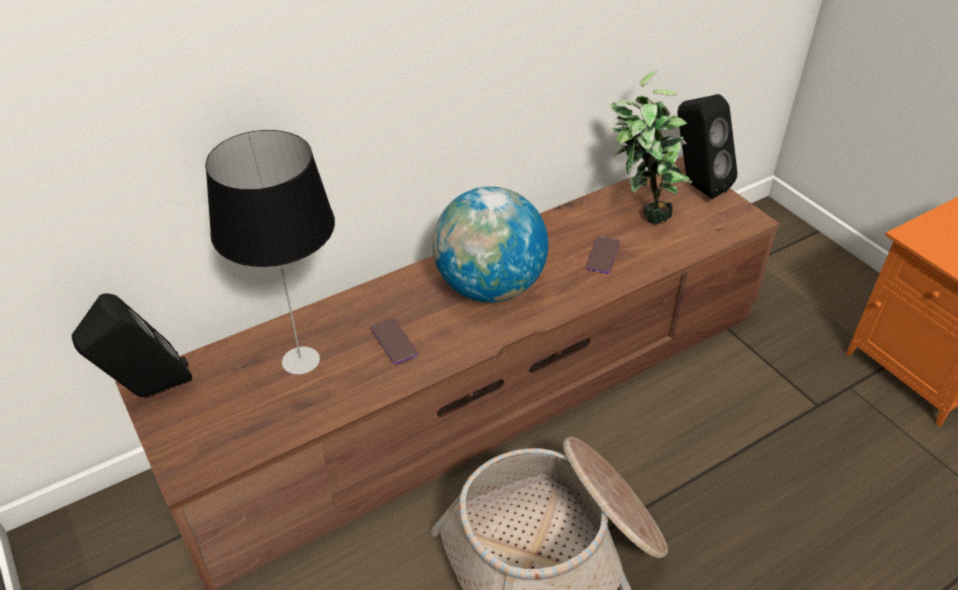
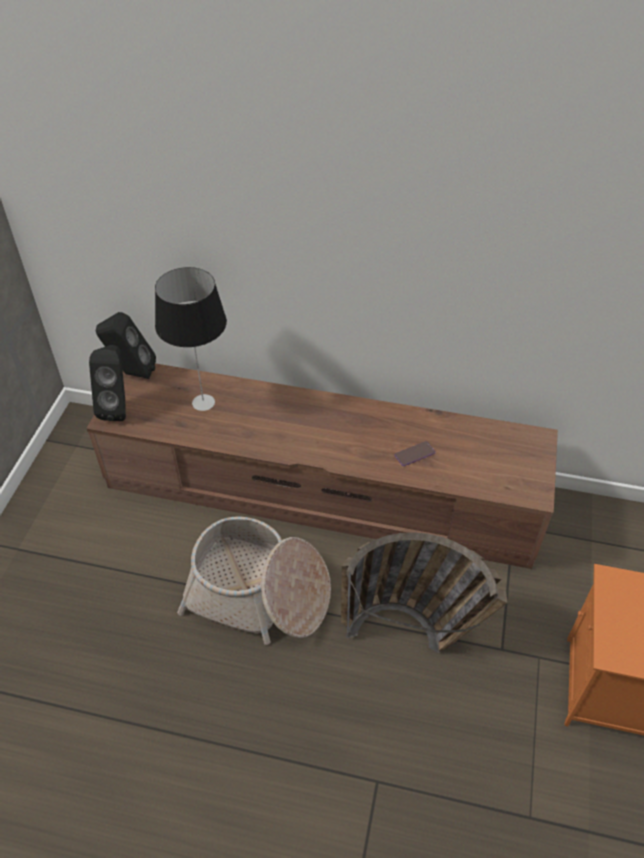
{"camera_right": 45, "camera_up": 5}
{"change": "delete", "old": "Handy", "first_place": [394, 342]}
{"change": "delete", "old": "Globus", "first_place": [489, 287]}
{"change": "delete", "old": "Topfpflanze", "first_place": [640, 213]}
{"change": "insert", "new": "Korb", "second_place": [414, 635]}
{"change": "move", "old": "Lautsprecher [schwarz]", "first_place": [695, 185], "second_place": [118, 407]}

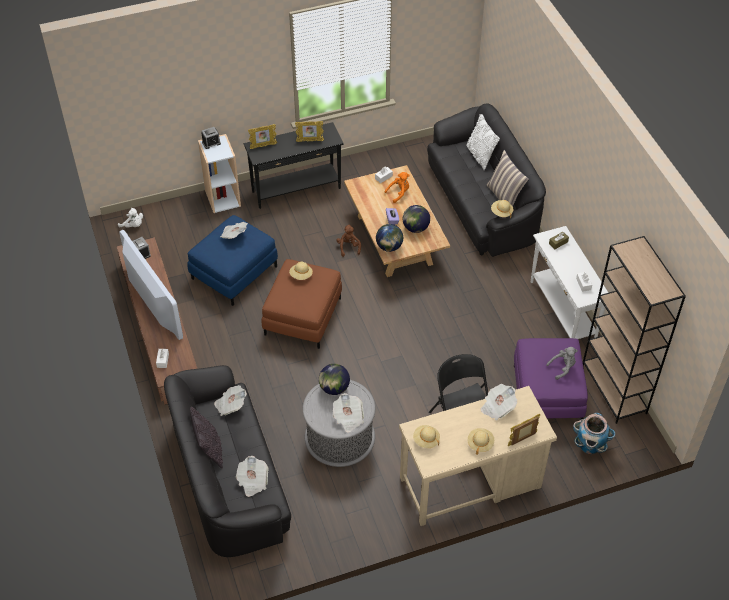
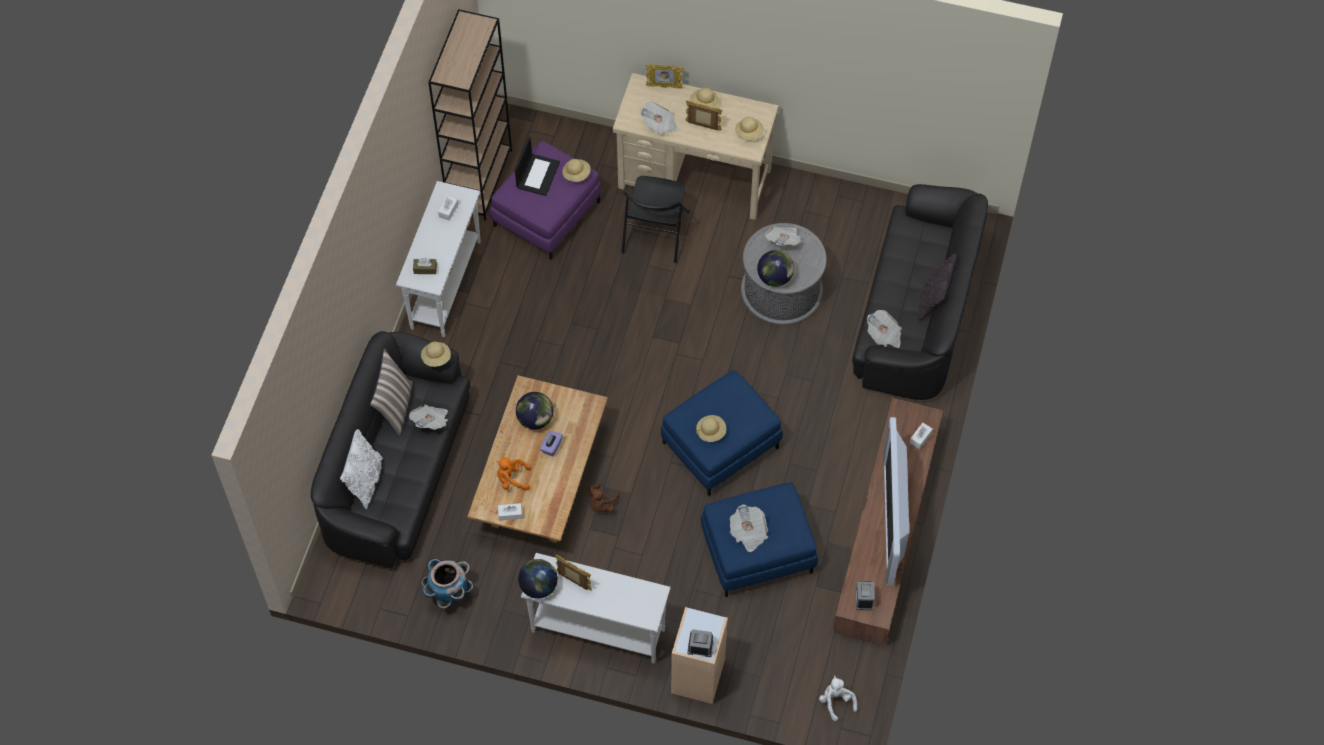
{"camera_right": -145, "camera_up": 10}
{"change": "insert", "new": "Hut [beige]", "second_place": [576, 174]}
{"change": "move", "old": "Zeitung", "first_place": [252, 481], "second_place": [431, 422]}
{"change": "move", "old": "Bilderrahmen", "first_place": [263, 146], "second_place": [703, 126]}
{"change": "move", "old": "Globus", "first_place": [389, 247], "second_place": [539, 586]}
{"change": "move", "old": "Pflanzkübel", "first_place": [589, 446], "second_place": [449, 594]}
{"change": "replace", "old": "Plüschtier [grau]", "new": "Laptop", "first_place": [562, 367], "second_place": [537, 174]}
{"change": "recolor", "old": "Konsolentisch [schwarz]", "new": "Konsolentisch [weiß]", "first_place": [296, 189], "second_place": [597, 631]}
{"change": "recolor", "old": "Polsterhocker [braun]", "new": "Polsterhocker [blau]", "first_place": [302, 316], "second_place": [720, 445]}

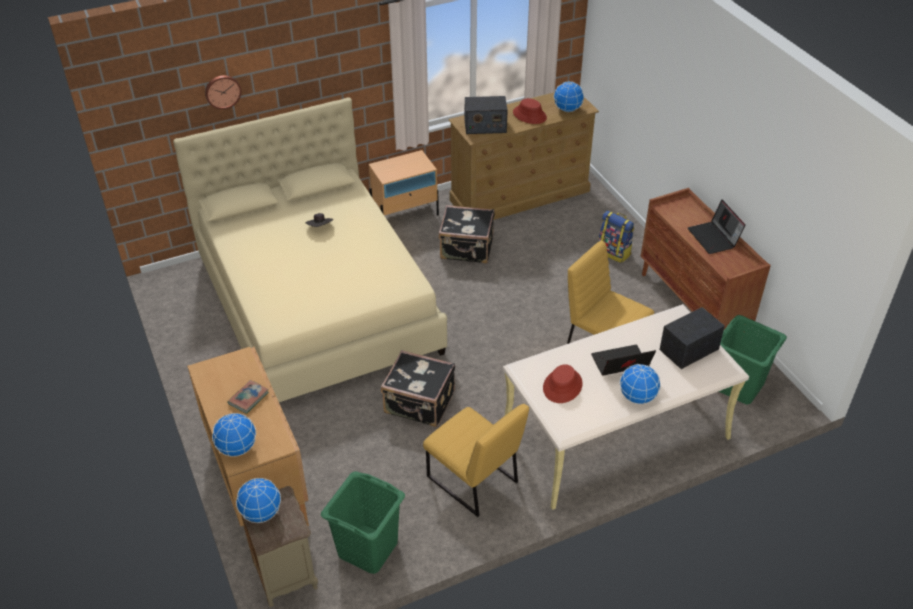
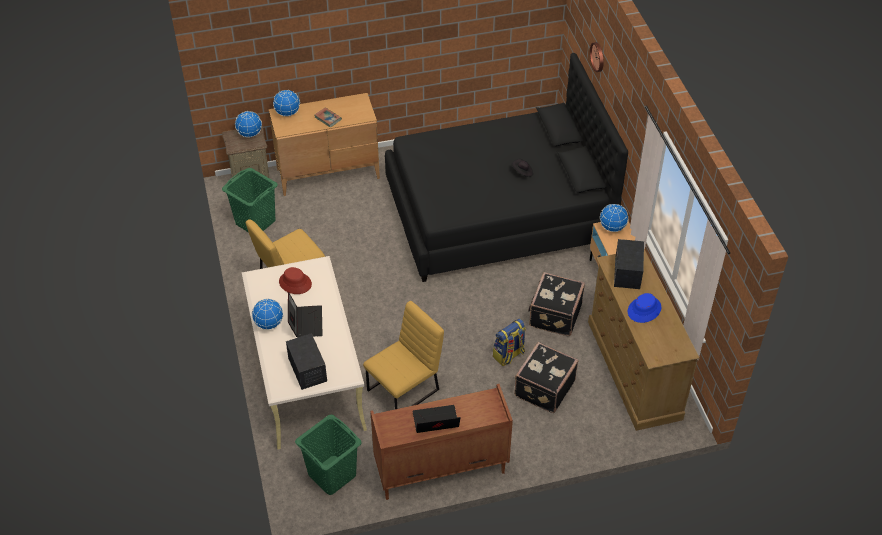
{"camera_right": 100, "camera_up": 5}
{"change": "move", "old": "Koffer [schwarz]", "first_place": [419, 404], "second_place": [543, 388]}
{"change": "move", "old": "Globus", "first_place": [567, 109], "second_place": [612, 227]}
{"change": "move", "old": "Rucksack", "first_place": [614, 252], "second_place": [509, 355]}
{"change": "recolor", "old": "Bett [beige]", "new": "Bett [schwarz]", "first_place": [318, 304], "second_place": [498, 212]}
{"change": "recolor", "old": "Hut [rot]", "new": "Hut [blau]", "first_place": [529, 115], "second_place": [644, 310]}

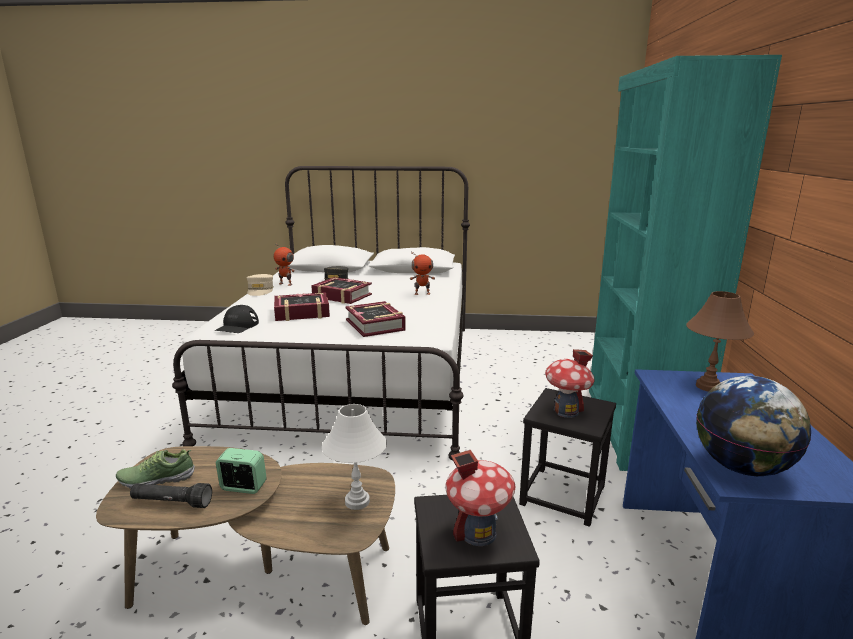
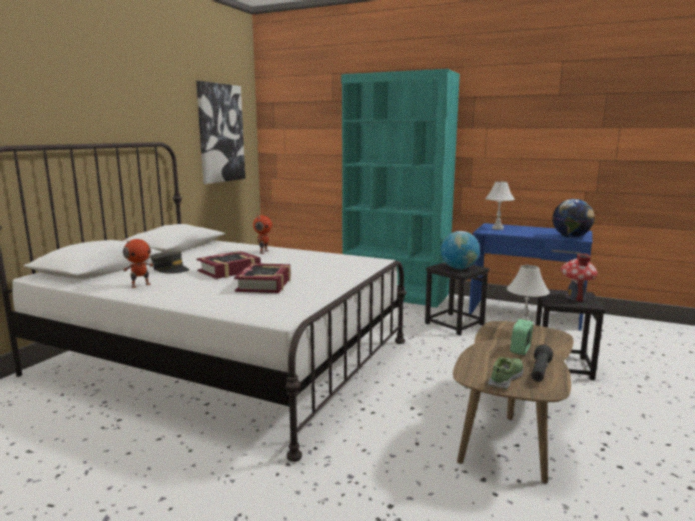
{"camera_right": -70, "camera_up": -5}
{"change": "delete", "old": "Kappe [schwarz]", "first_place": [237, 326]}
{"change": "delete", "old": "Kappe [beige]", "first_place": [260, 290]}
{"change": "delete", "old": "Buch", "first_place": [375, 325]}
{"change": "insert", "new": "Bild", "second_place": [220, 133]}
{"change": "replace", "old": "Spielzeughaus", "new": "Globus", "first_place": [566, 411], "second_place": [459, 268]}
{"change": "recolor", "old": "Tischlampe [braun]", "new": "Tischlampe [weiß]", "first_place": [708, 387], "second_place": [498, 228]}
{"change": "rotate", "old": "Schuh", "first_place": [157, 479], "second_place": [506, 378], "degrees": -150}

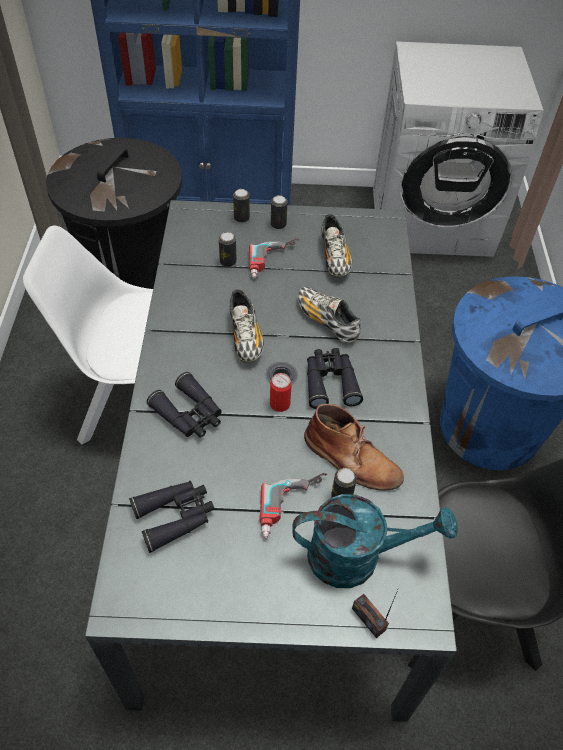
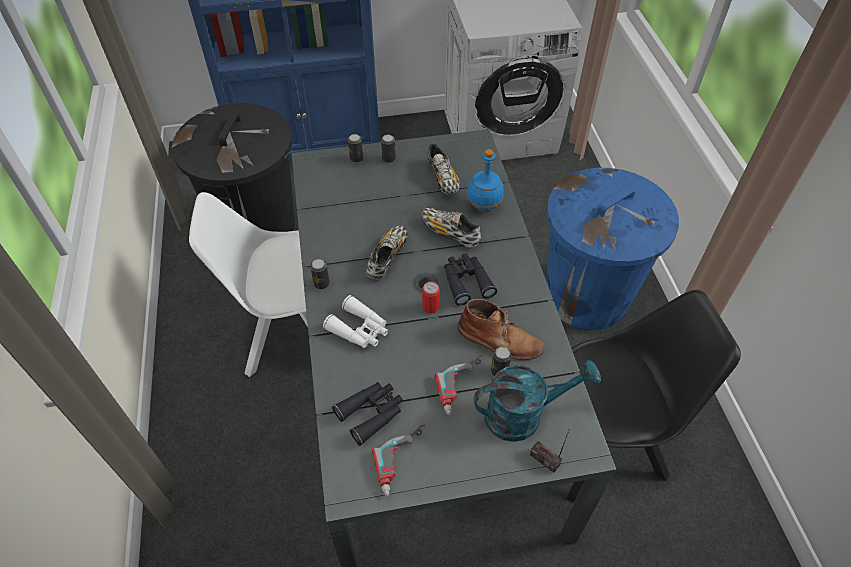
{"camera_right": -10, "camera_up": 0}
{"change": "insert", "new": "Flasche [blau]", "second_place": [483, 206]}
{"change": "move", "old": "Dose", "first_place": [228, 262], "second_place": [321, 283]}
{"change": "move", "old": "Bohrmaschine", "first_place": [275, 262], "second_place": [404, 462]}
{"change": "recolor", "old": "Fernglas [schwarz]", "new": "Fernglas [weiß]", "first_place": [189, 414], "second_place": [359, 329]}
{"change": "rotate", "old": "Schuh", "first_place": [245, 336], "second_place": [387, 257], "degrees": -135}

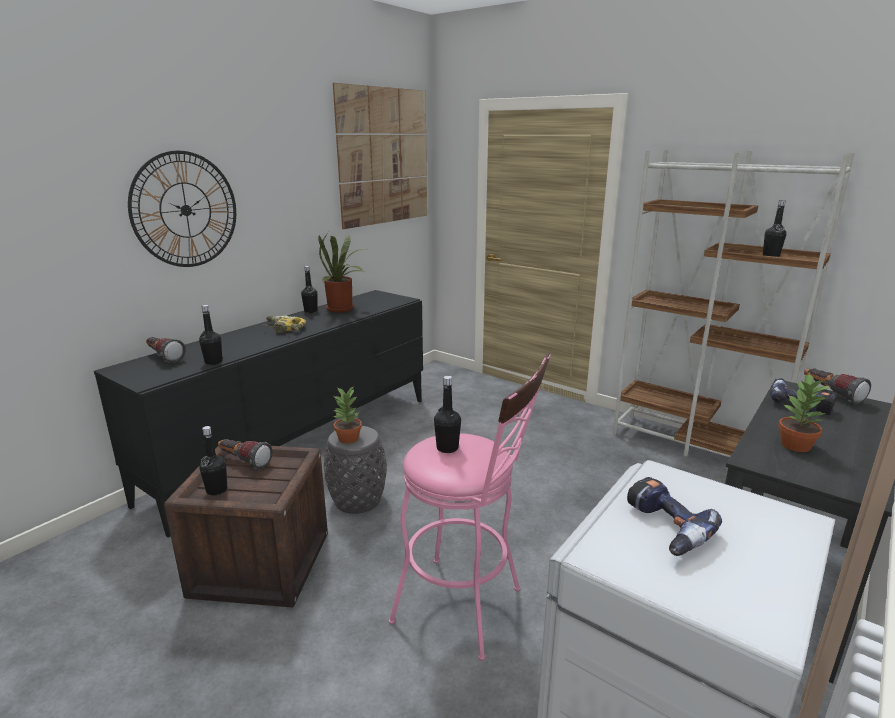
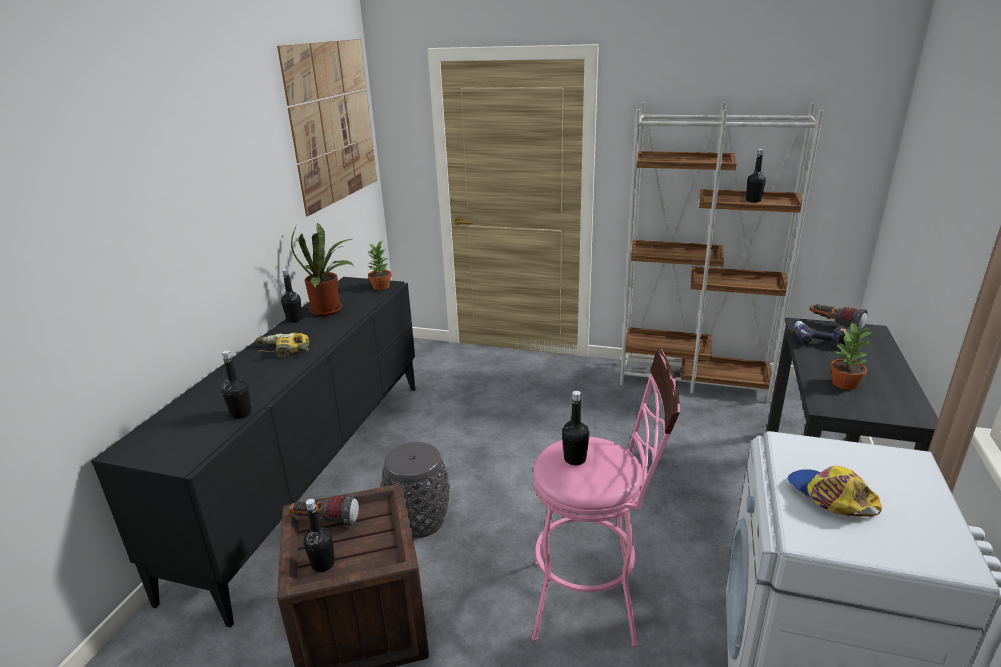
{"camera_right": -20, "camera_up": 5}
{"change": "delete", "old": "Wanduhr", "first_place": [185, 210]}
{"change": "delete", "old": "Taschenlampe", "first_place": [164, 357]}
{"change": "move", "old": "Topfpflanze", "first_place": [349, 439], "second_place": [381, 287]}
{"change": "replace", "old": "Bohrmaschine", "new": "Kappe", "first_place": [663, 528], "second_place": [829, 497]}

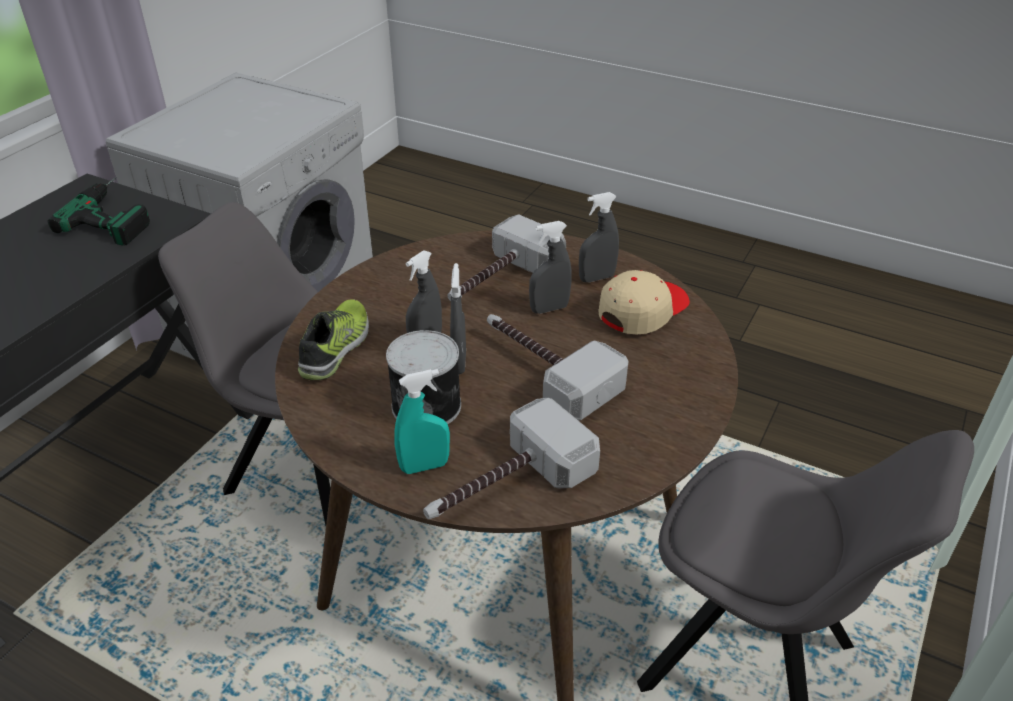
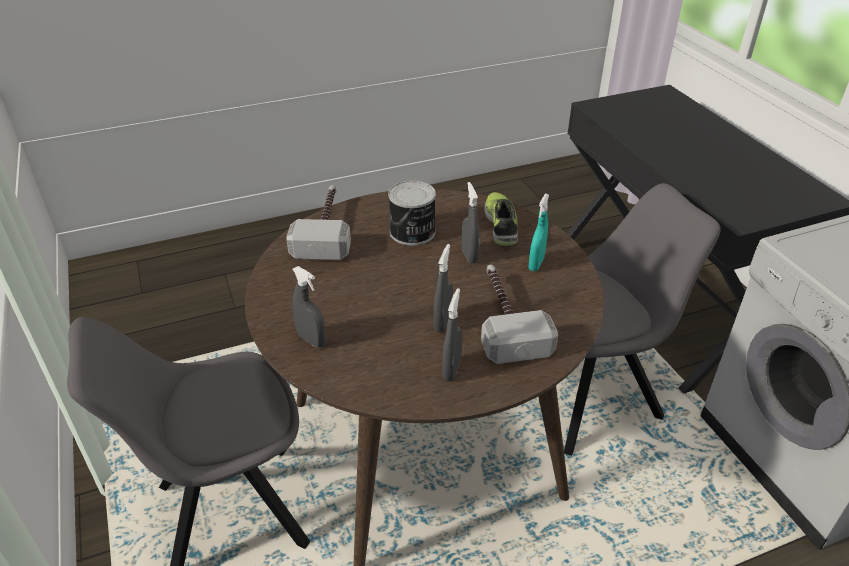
{"camera_right": 130, "camera_up": 0}
{"change": "delete", "old": "Bohrmaschine", "first_place": [116, 214]}
{"change": "delete", "old": "Hammer", "first_place": [544, 369]}
{"change": "delete", "old": "Kappe [beige]", "first_place": [642, 310]}
{"change": "move", "old": "Sprühflasche [türkis]", "first_place": [424, 466], "second_place": [536, 264]}
{"change": "move", "old": "Sprühflasche [grau]", "first_place": [459, 362], "second_place": [311, 340]}
{"change": "rotate", "old": "Schuh", "first_place": [337, 347], "second_place": [502, 225], "degrees": -150}

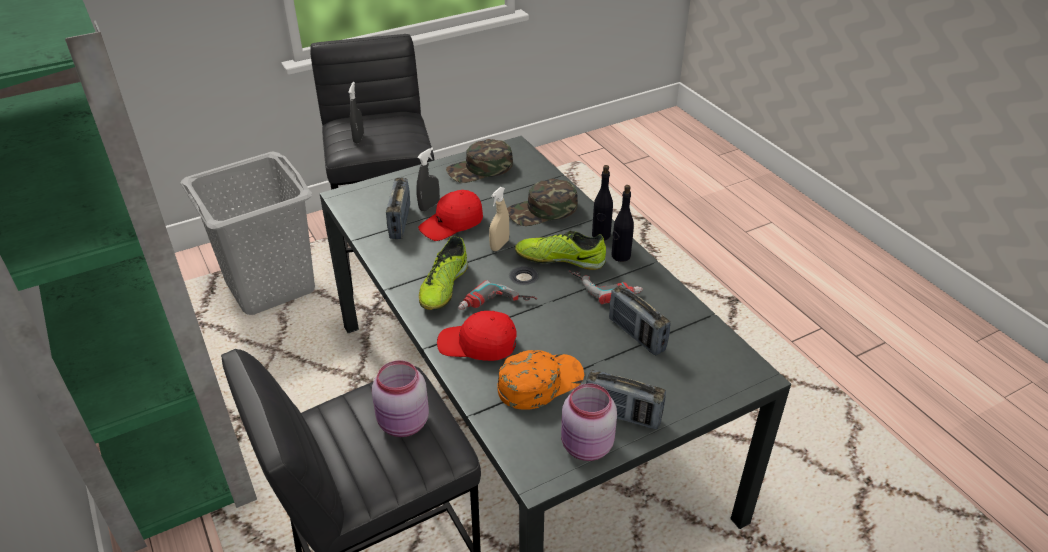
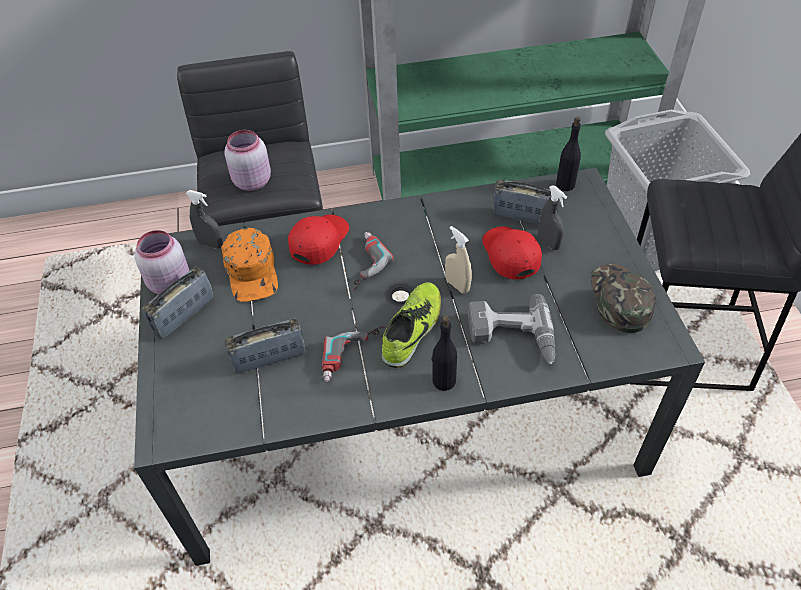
{"camera_right": 110, "camera_up": 10}
{"change": "delete", "old": "Schuh", "first_place": [443, 287]}
{"change": "move", "old": "Sprühflasche [grau]", "first_place": [358, 138], "second_place": [211, 244]}
{"change": "move", "old": "Flasche [schwarz]", "first_place": [620, 256], "second_place": [565, 185]}
{"change": "replace", "old": "Kappe [grün]", "new": "Bohrmaschine", "first_place": [542, 211], "second_place": [511, 338]}

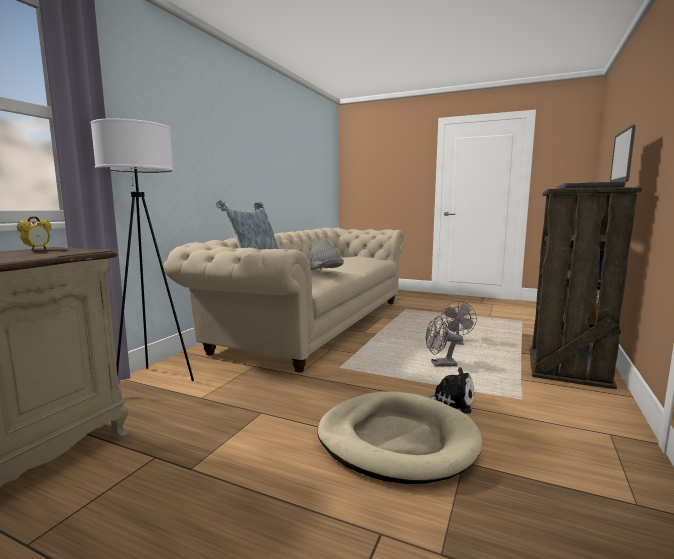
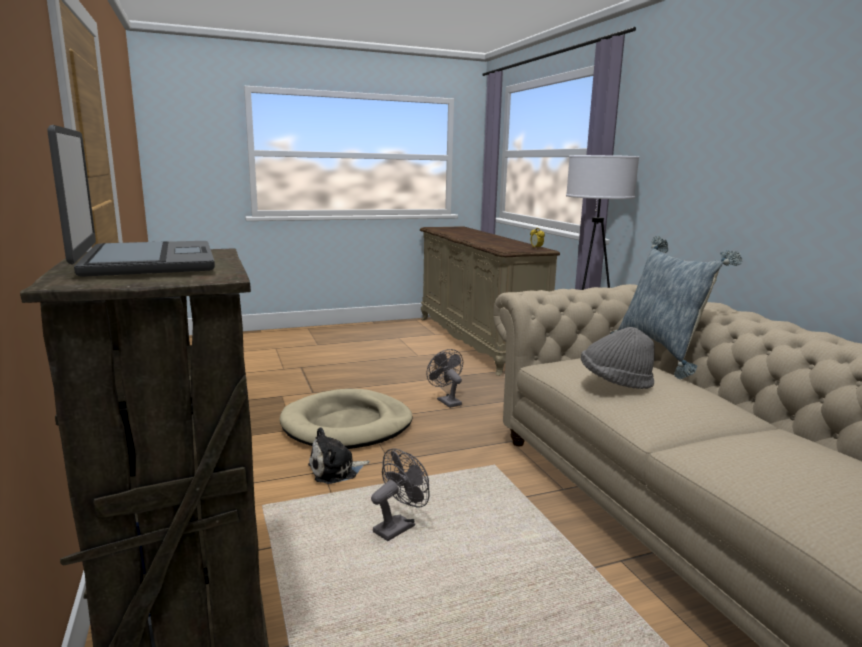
{"camera_right": 135, "camera_up": 5}
{"change": "move", "old": "Ventilator [grau]", "first_place": [457, 342], "second_place": [446, 401]}

